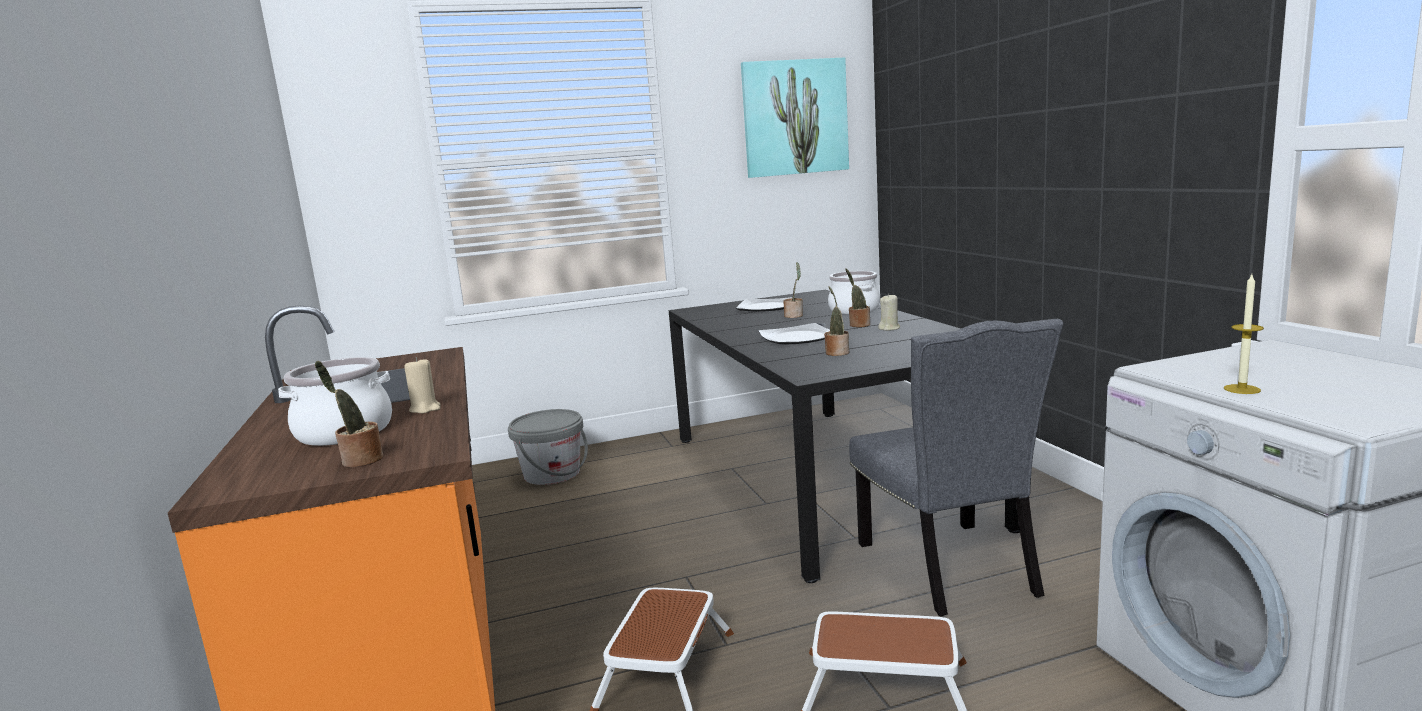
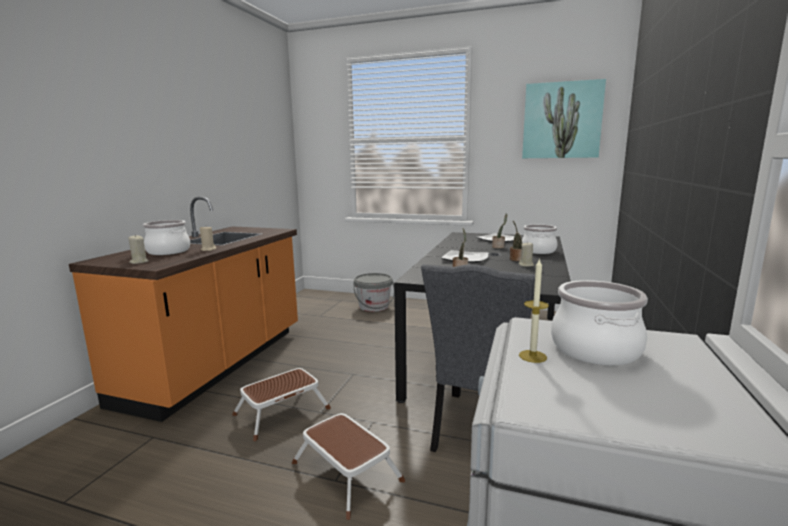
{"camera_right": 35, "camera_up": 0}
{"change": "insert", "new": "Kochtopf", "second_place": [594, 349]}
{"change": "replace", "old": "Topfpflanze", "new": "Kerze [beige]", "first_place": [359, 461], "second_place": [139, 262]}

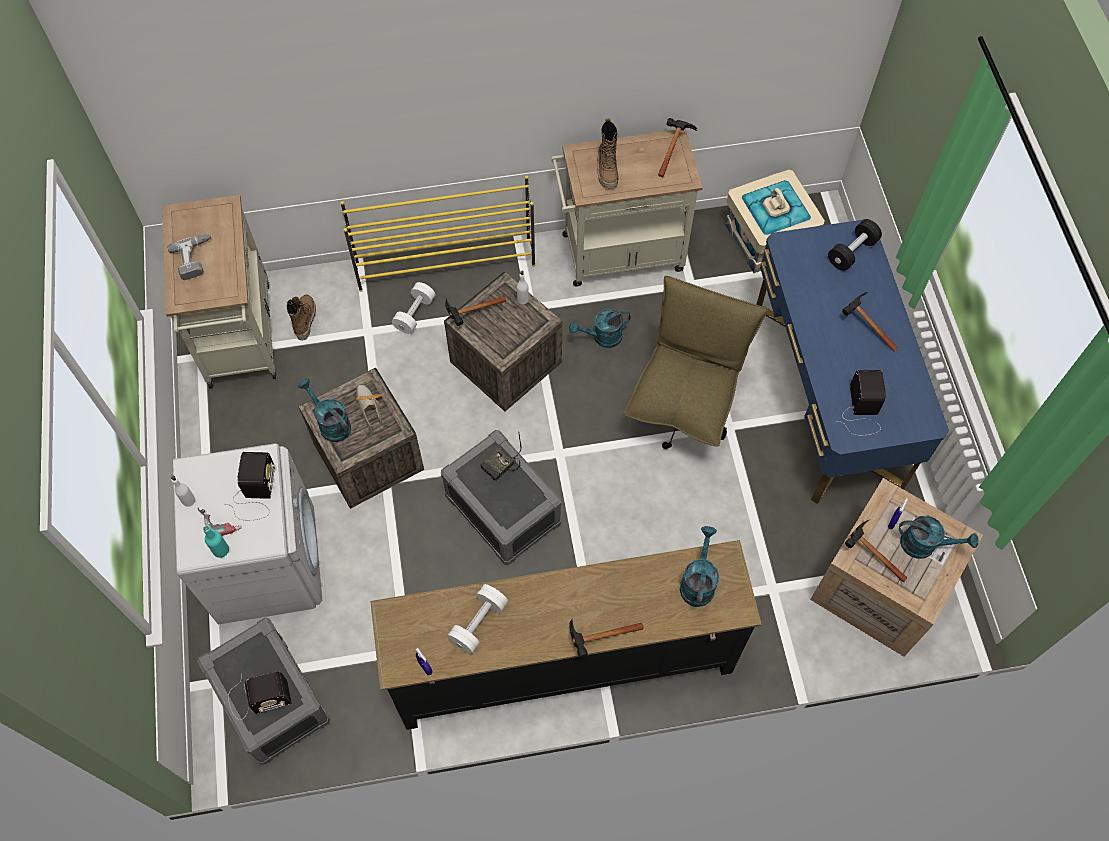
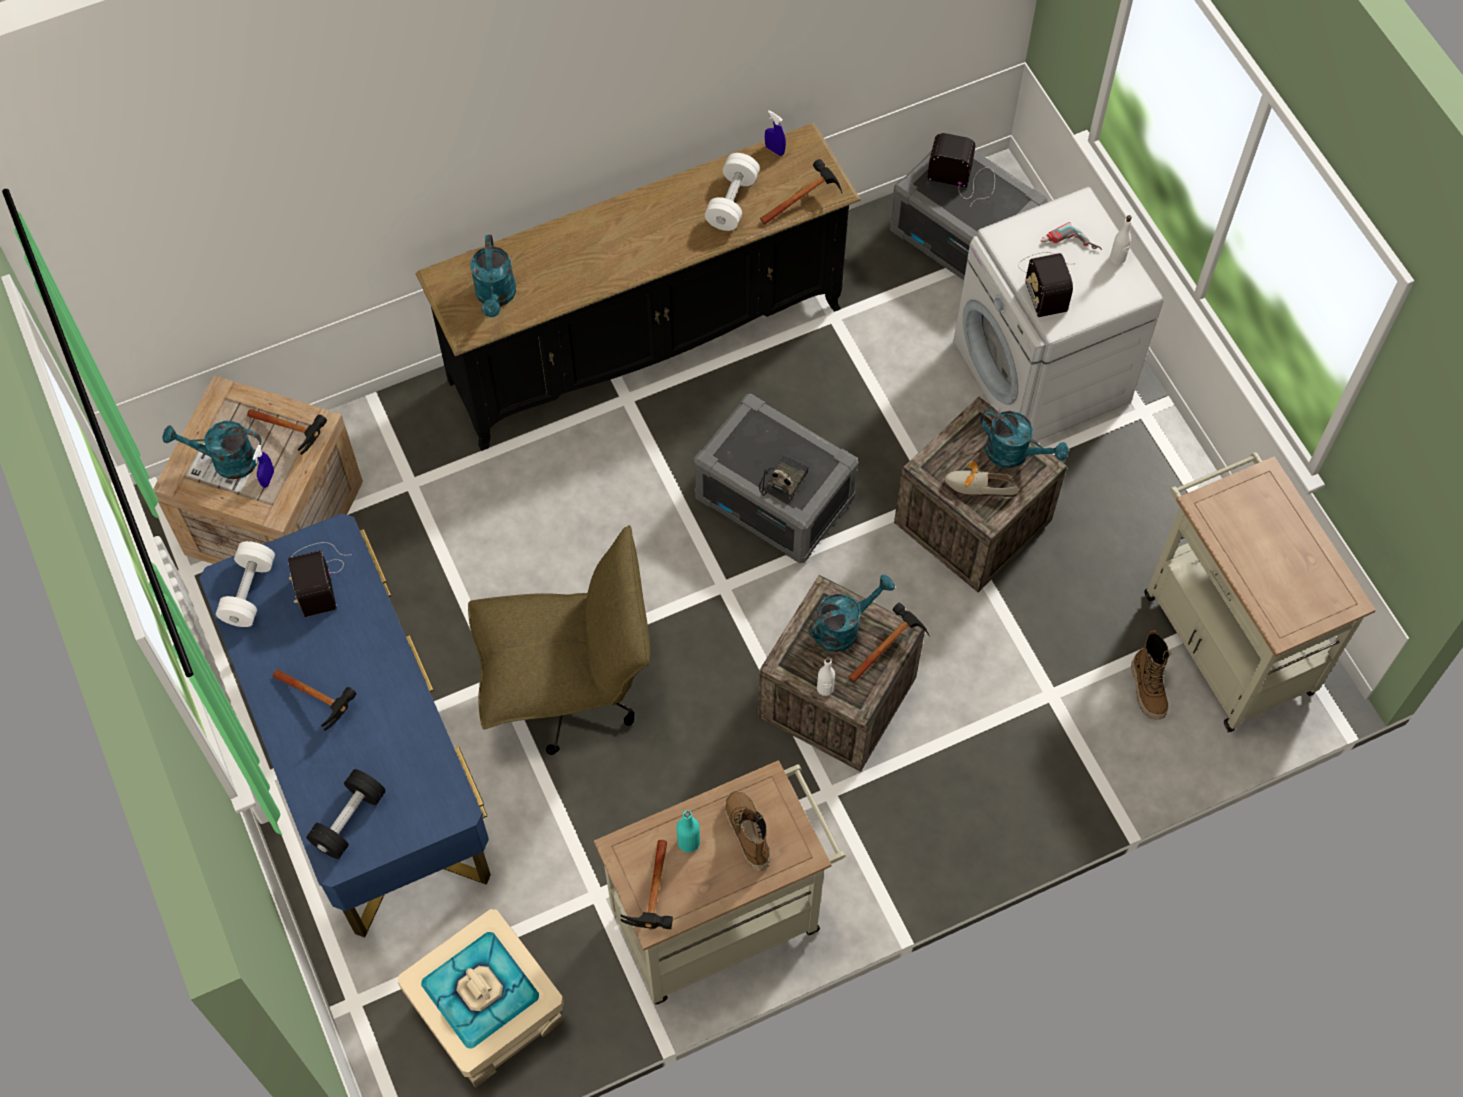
{"camera_right": 165, "camera_up": 0}
{"change": "delete", "old": "Bohrmaschine", "first_place": [195, 258]}
{"change": "delete", "old": "Schuhregal [gelb]", "first_place": [446, 265]}
{"change": "move", "old": "Flasche [türkis]", "first_place": [221, 550], "second_place": [688, 842]}
{"change": "move", "old": "Hantel [weiß]", "first_place": [414, 314], "second_place": [249, 592]}
{"change": "move", "old": "Gießkanne [türkis]", "first_place": [602, 337], "second_place": [844, 627]}
{"change": "move", "old": "Hammer", "first_place": [597, 640], "second_place": [806, 199]}
{"change": "rotate", "old": "Radio", "first_place": [257, 698], "second_place": [964, 178], "degrees": 45}
{"change": "rotate", "old": "Schuh", "first_place": [369, 407], "second_place": [975, 485], "degrees": 135}
{"change": "rotate", "old": "Bürostuhl [beige]", "first_place": [683, 409], "second_place": [568, 688], "degrees": -105}

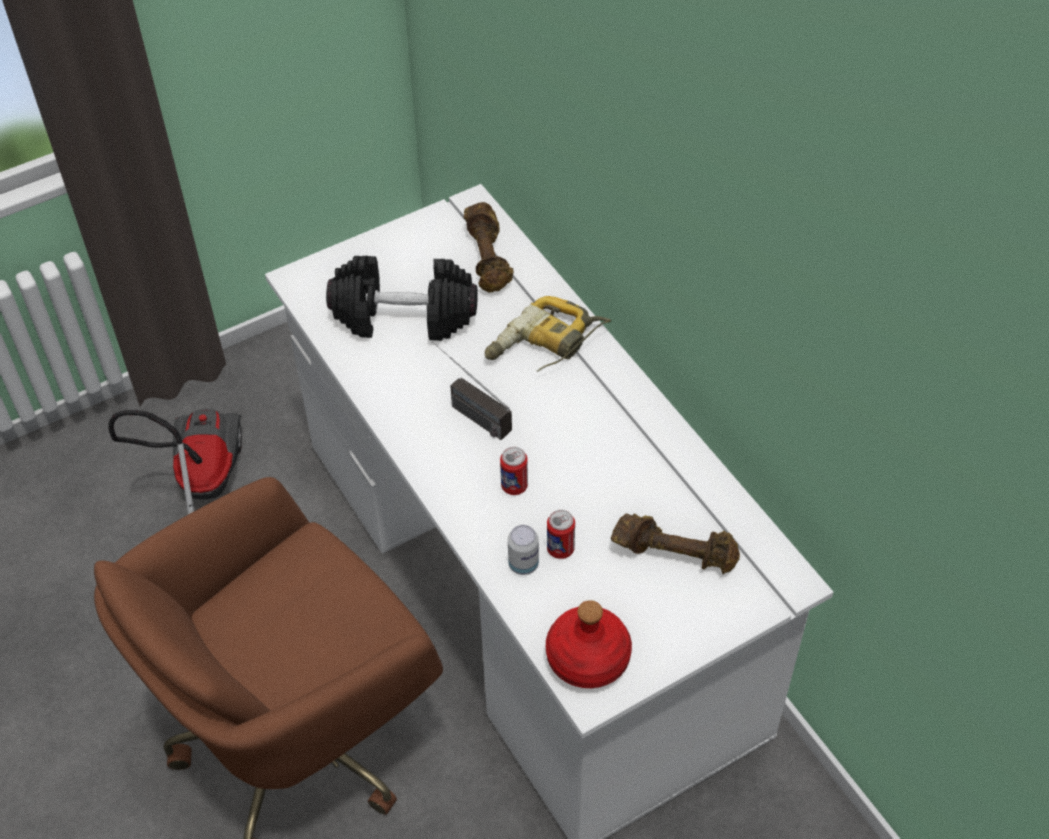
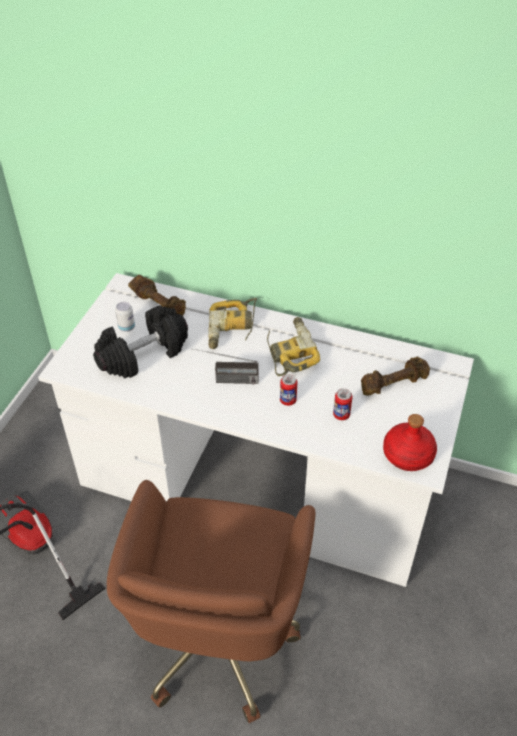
{"camera_right": -40, "camera_up": -5}
{"change": "insert", "new": "Bohrmaschine", "second_place": [289, 351]}
{"change": "move", "old": "Dose", "first_place": [523, 564], "second_place": [126, 327]}

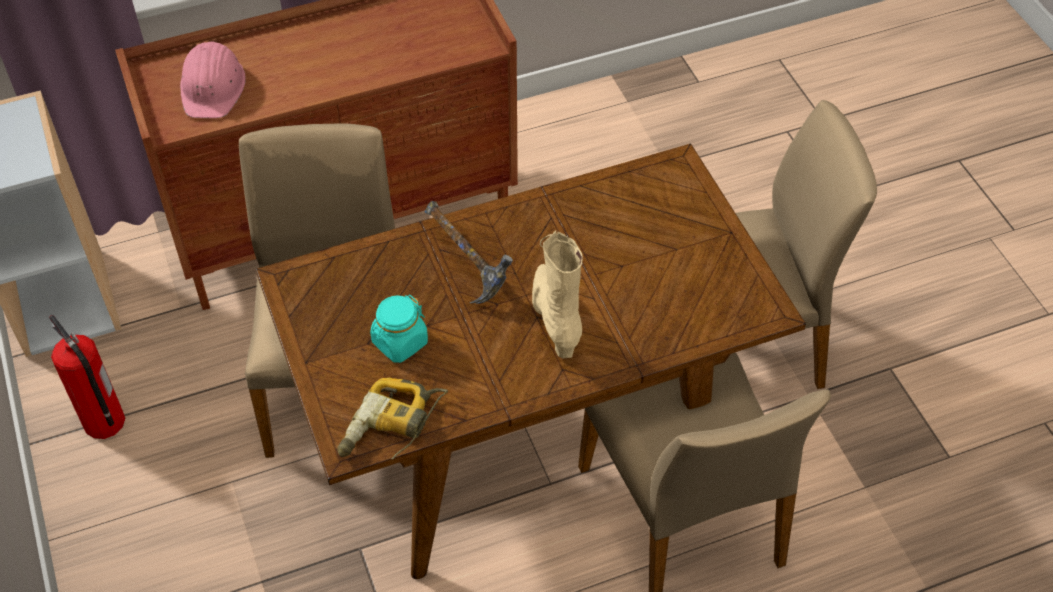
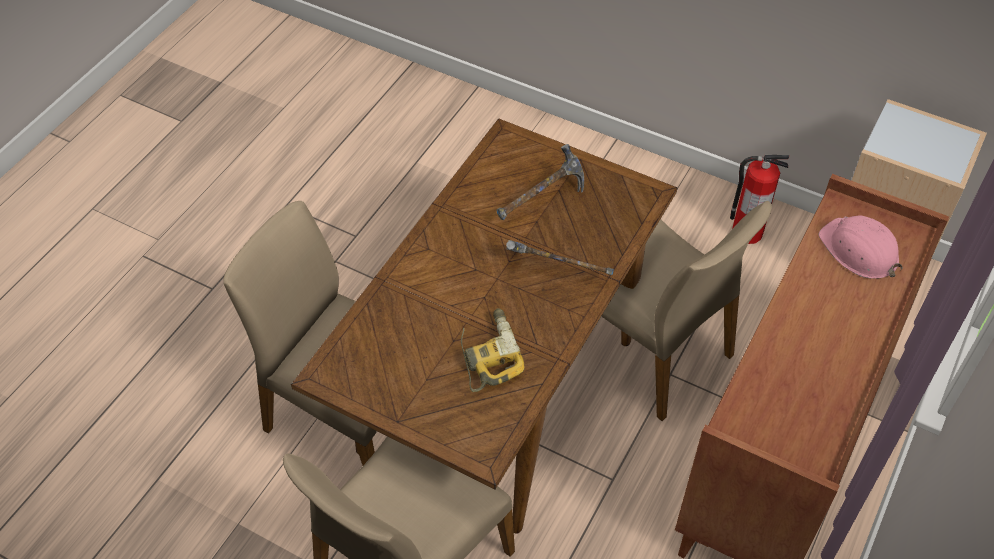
{"camera_right": 140, "camera_up": 0}
{"change": "delete", "old": "Stiefel [beige]", "first_place": [556, 319]}
{"change": "move", "old": "Bohrmaschine", "first_place": [391, 428], "second_place": [488, 354]}
{"change": "replace", "old": "Vorratsglas [türkis]", "new": "Hammer", "first_place": [399, 342], "second_place": [541, 201]}

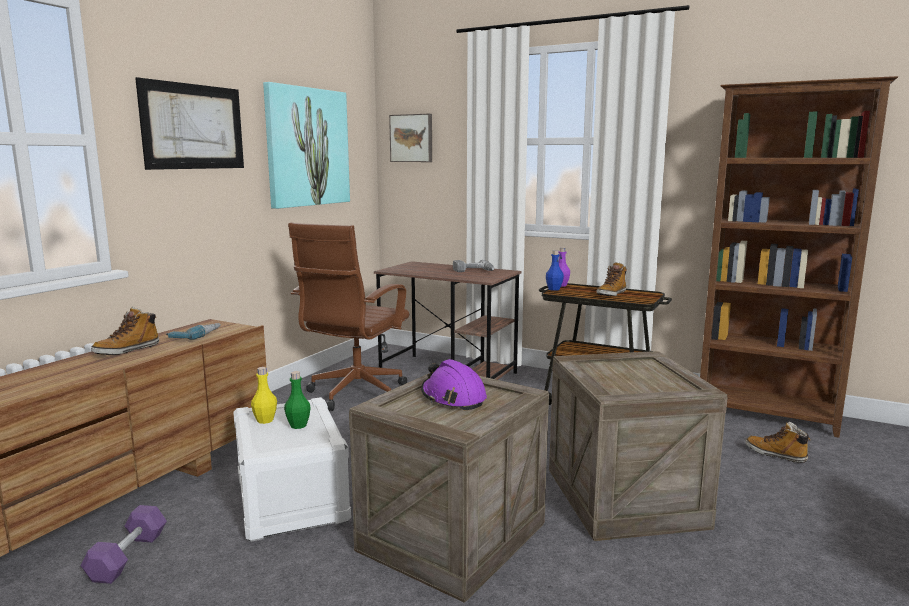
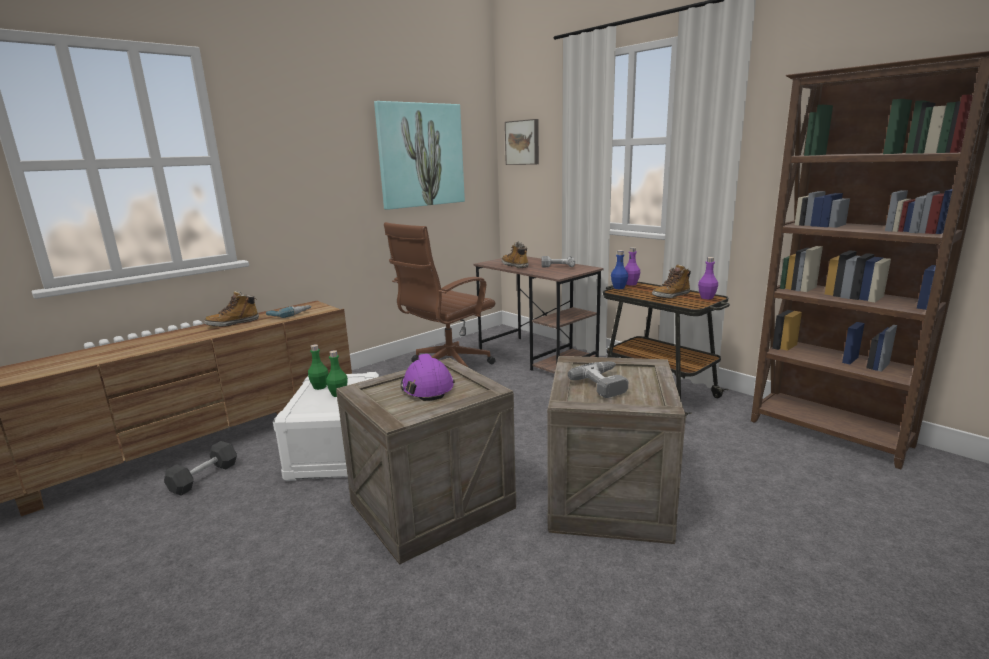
{"camera_right": 20, "camera_up": 5}
{"change": "delete", "old": "Bild", "first_place": [193, 126]}
{"change": "insert", "new": "Bohrmaschine", "second_place": [606, 383]}
{"change": "insert", "new": "Flasche [lila]", "second_place": [707, 298]}
{"change": "move", "old": "Stiefel", "first_place": [776, 454], "second_place": [515, 266]}
{"change": "recolor", "old": "Hantel [lila]", "new": "Hantel [schwarz]", "first_place": [128, 557], "second_place": [204, 477]}
{"change": "recolor", "old": "Flasche [gelb]", "new": "Flasche [grün]", "first_place": [265, 420], "second_place": [320, 387]}

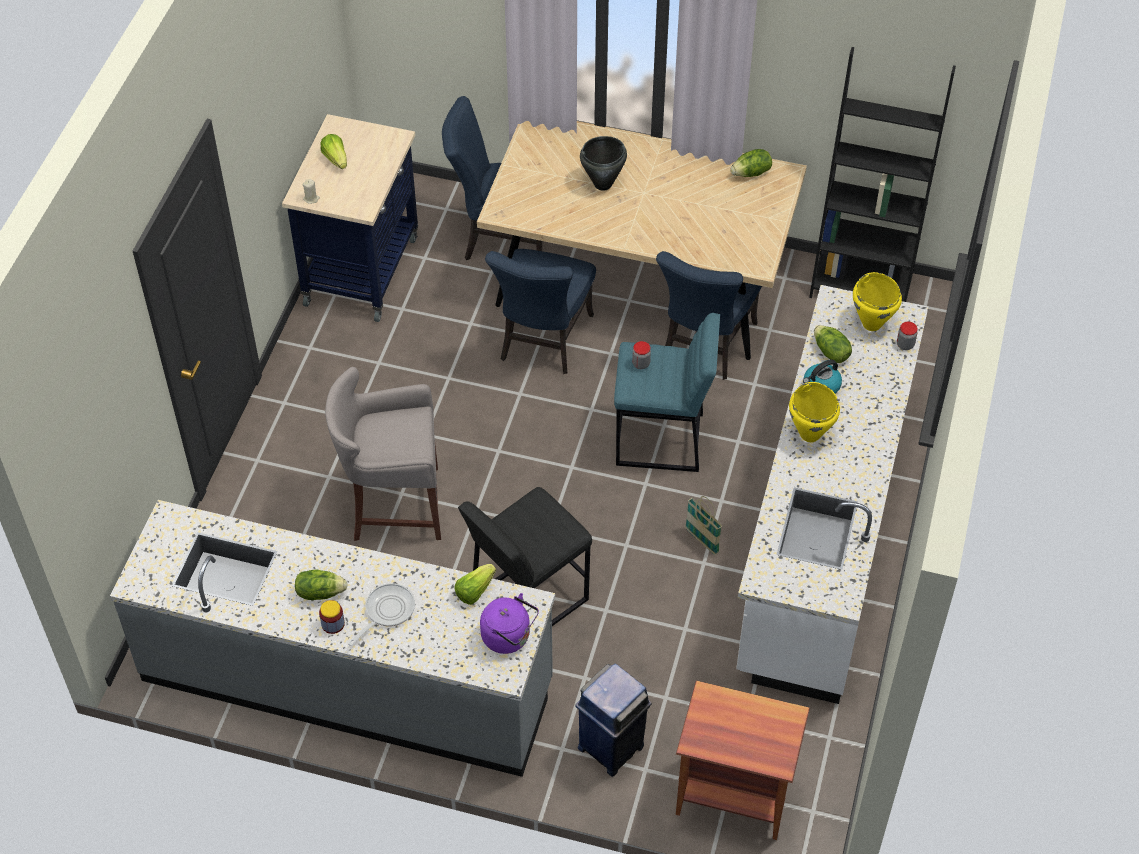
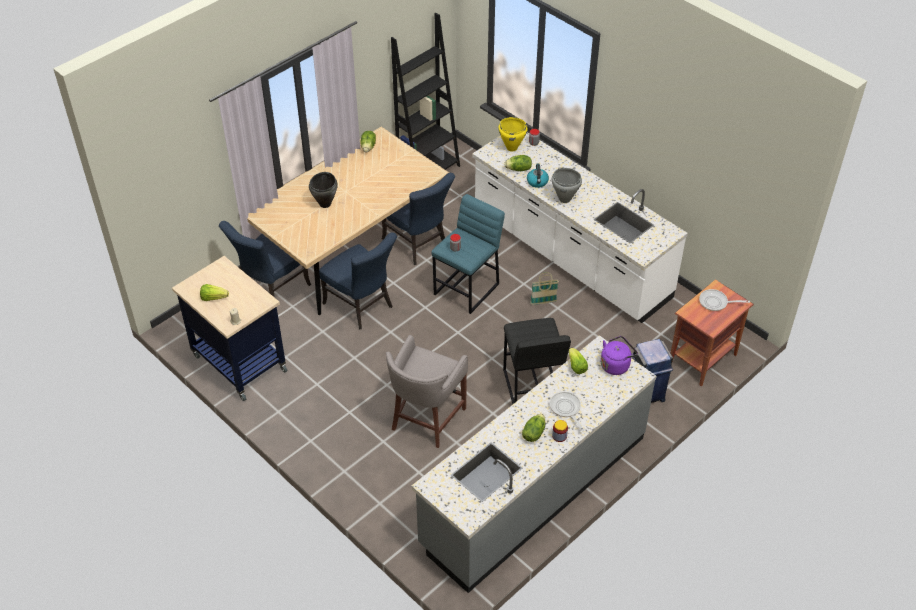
{"camera_right": -60, "camera_up": -5}
{"change": "insert", "new": "Pfanne", "second_place": [716, 302]}
{"change": "recolor", "old": "Kochtopf [gelb]", "new": "Kochtopf [grau]", "first_place": [810, 434], "second_place": [564, 199]}

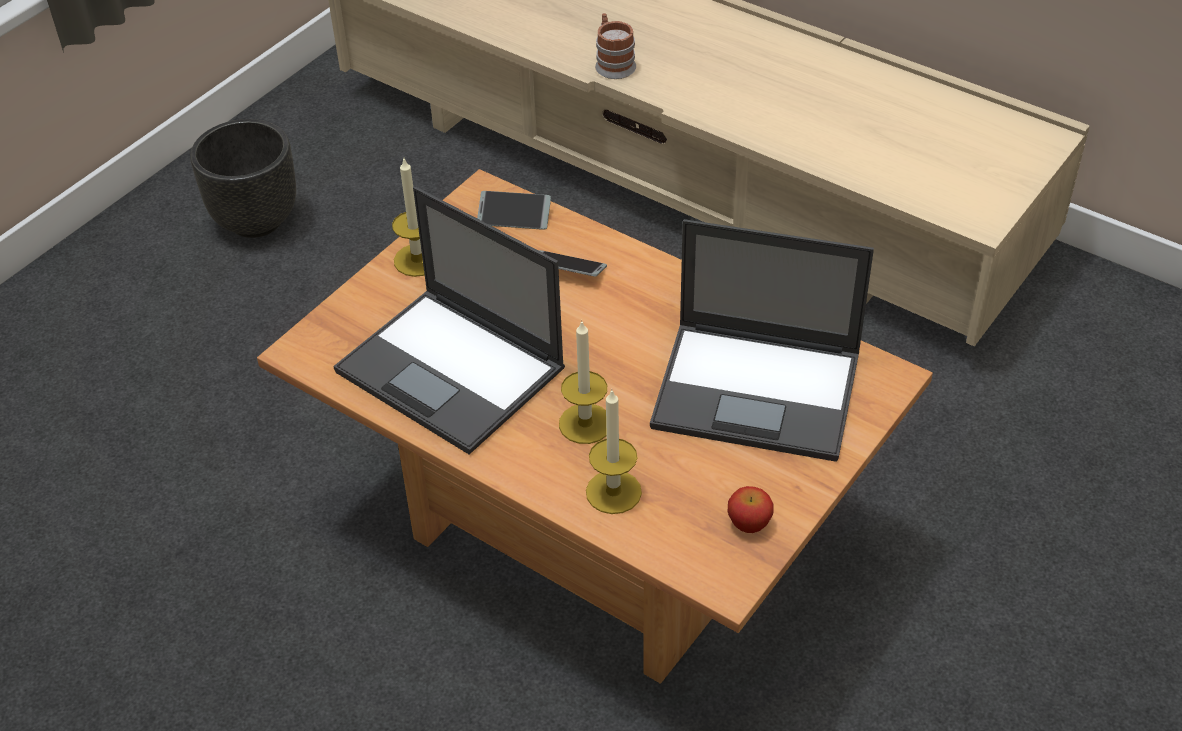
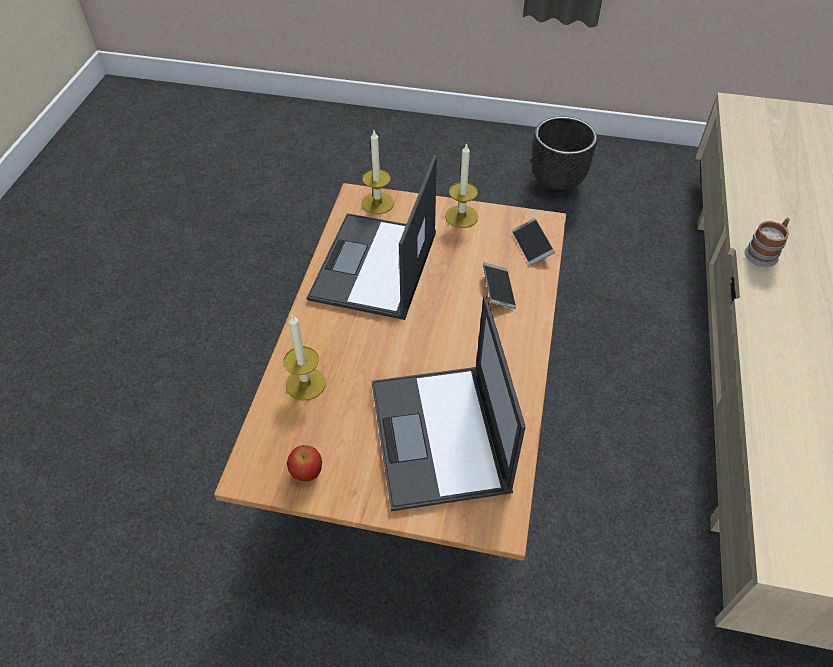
{"camera_right": 65, "camera_up": 5}
{"change": "move", "old": "Kerze", "first_place": [585, 423], "second_place": [377, 203]}

